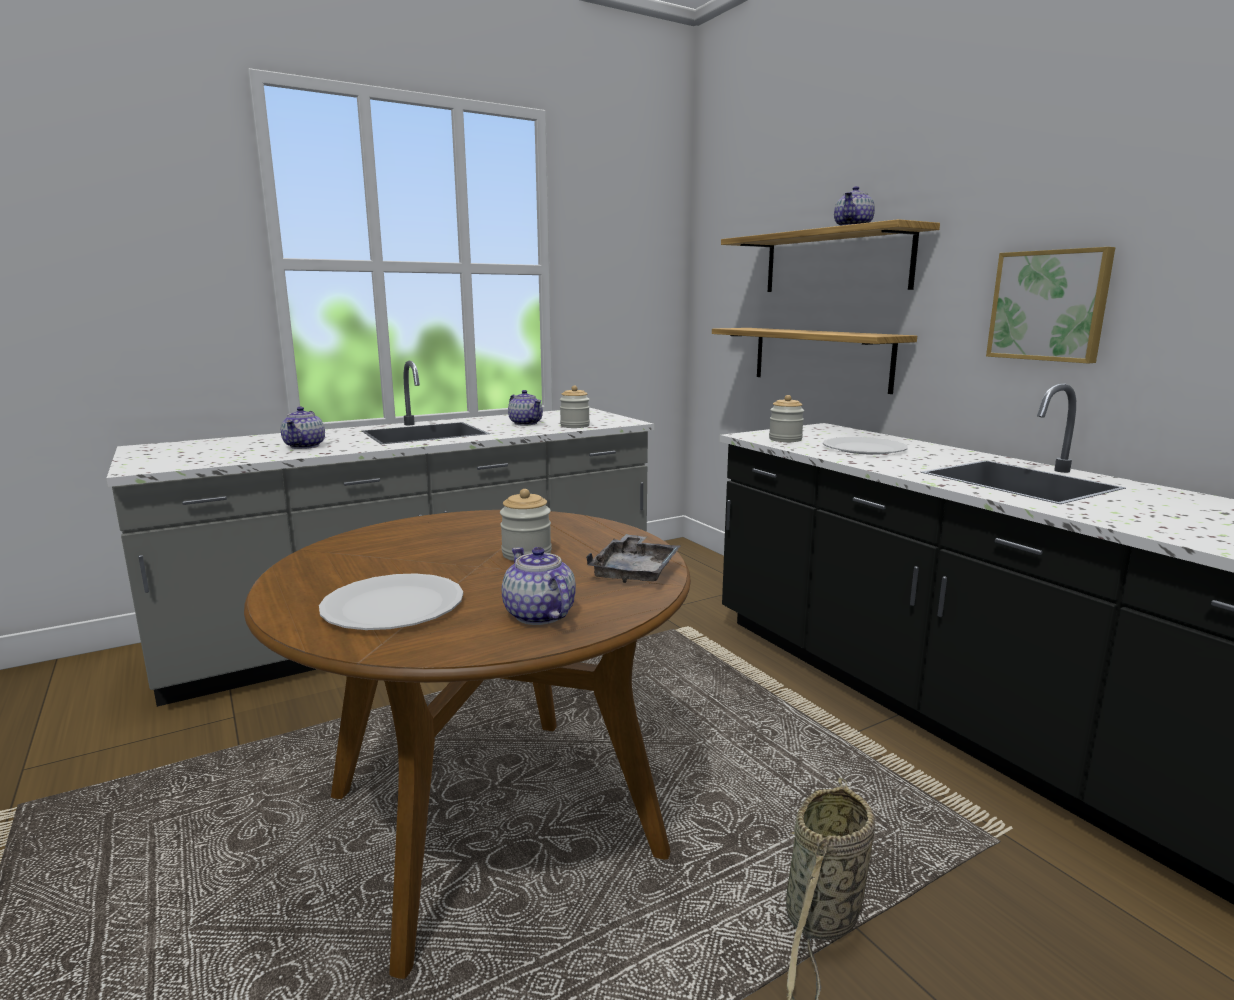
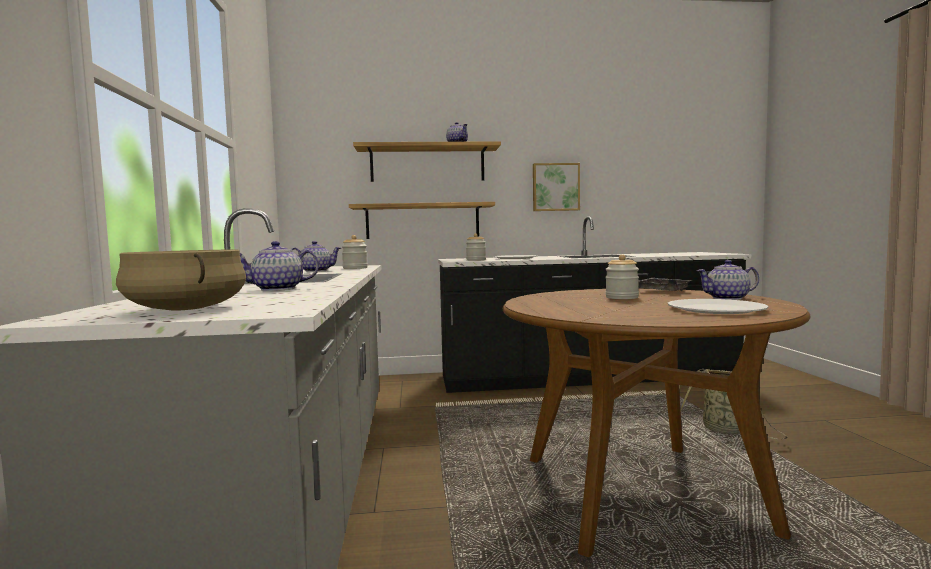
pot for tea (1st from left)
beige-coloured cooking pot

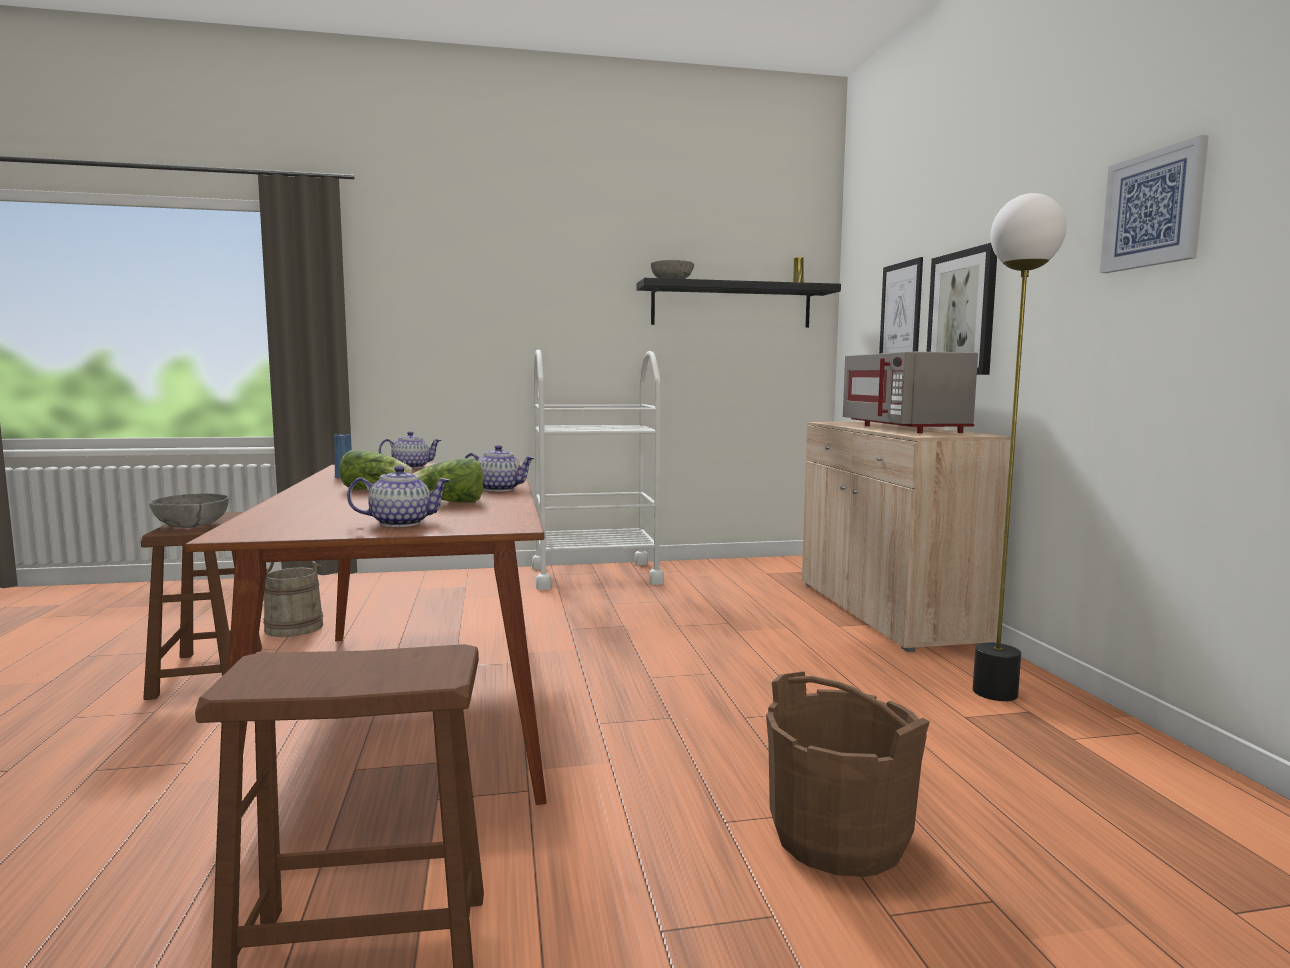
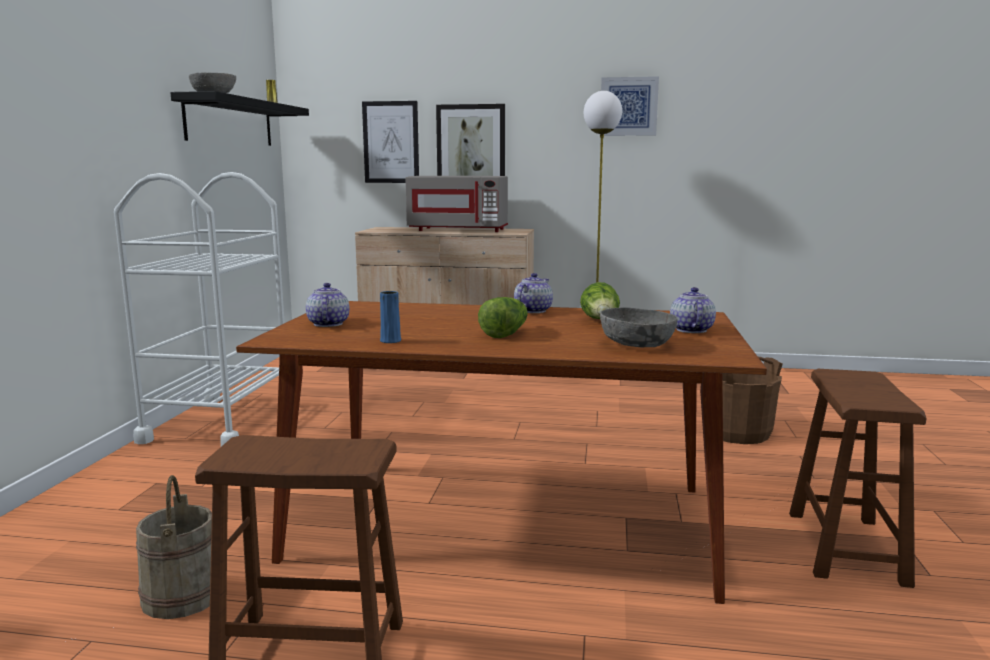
grey bowl (2nd from left)

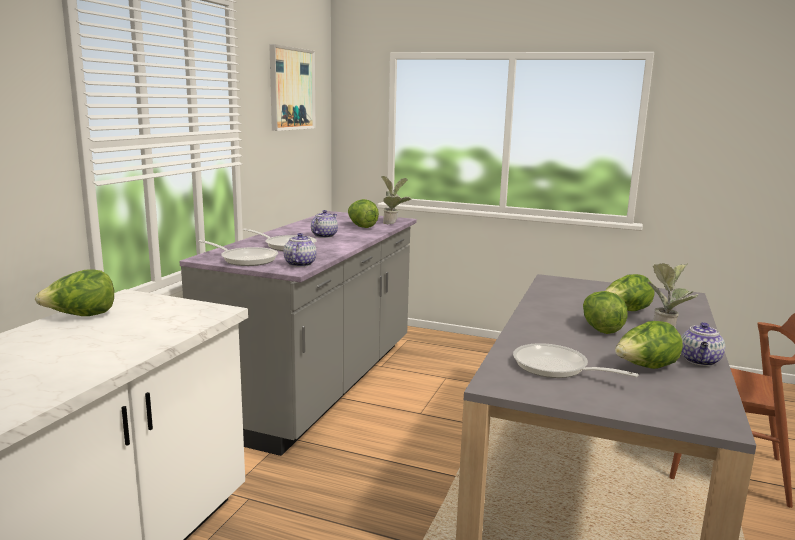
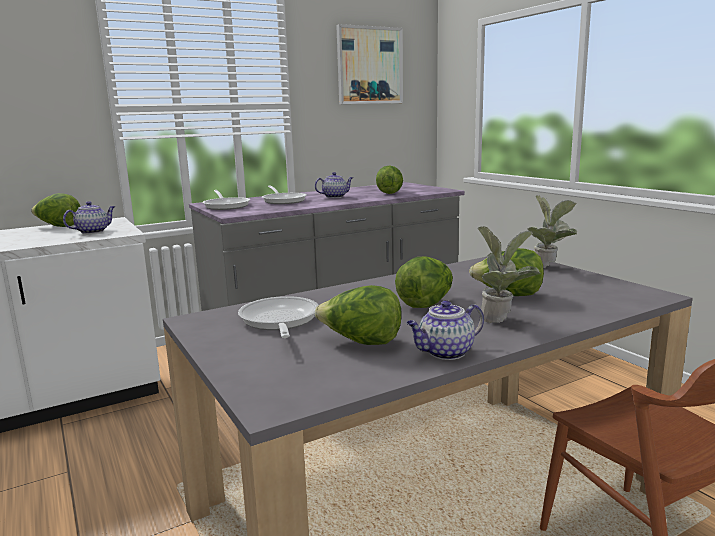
potted plant (2nd from left)
pot for tea (1st from left)

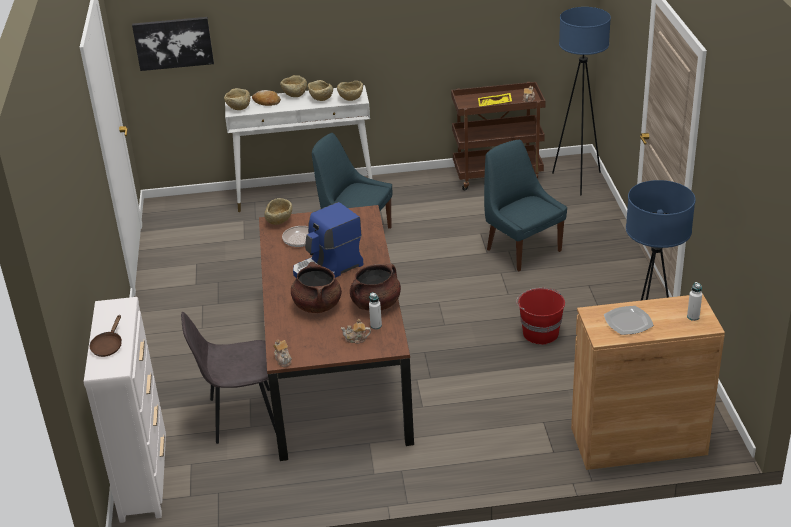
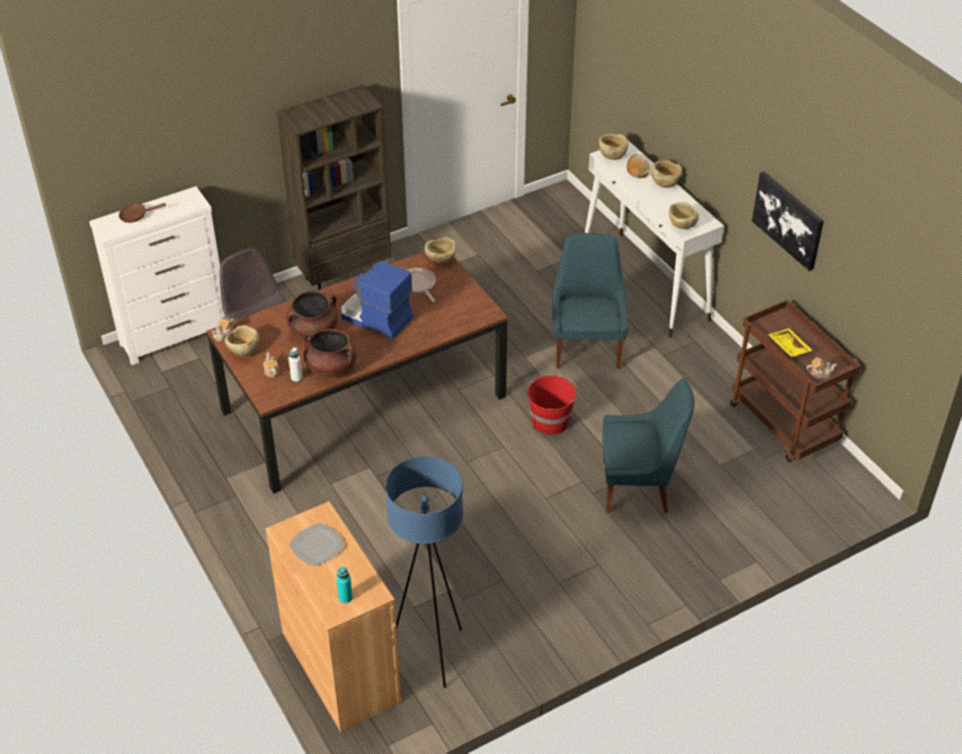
bluish standing lamp (1st from left in the first image)
picture
beige-coloured bowl (1st from left)
bluish chair (2nd from left)
turquoise-coloured beverage bottle
reddish pail
brown-coloured bookshelf

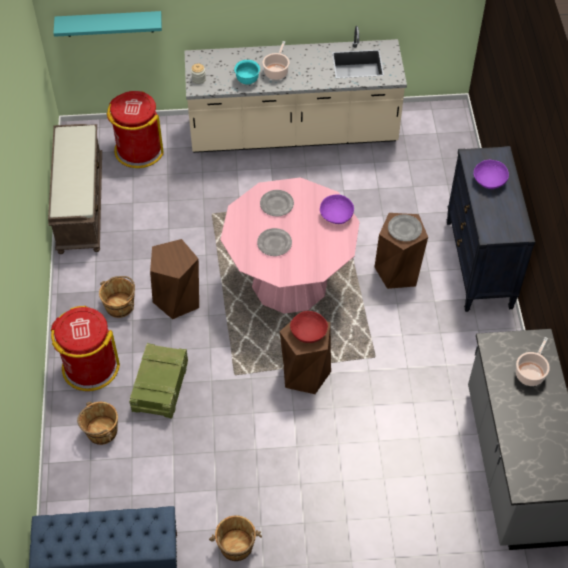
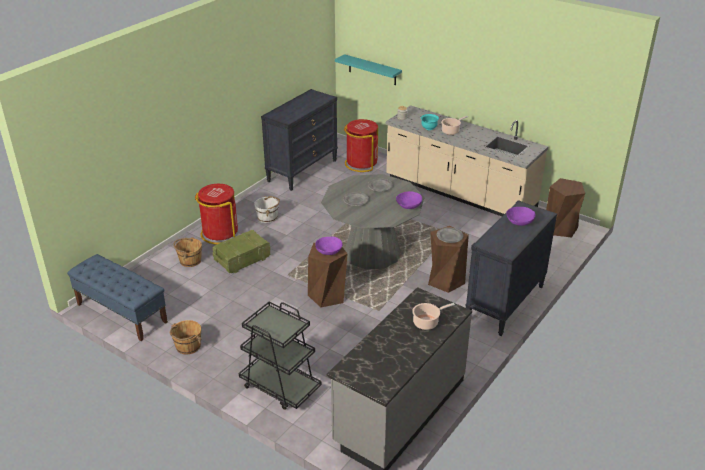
black-coloured drawer chest (1st from left)
grey dinner table
brown-coloured stool seat (3rd from left)
white-coloured pail
purple bowl (1st from left)
black-coloured cart

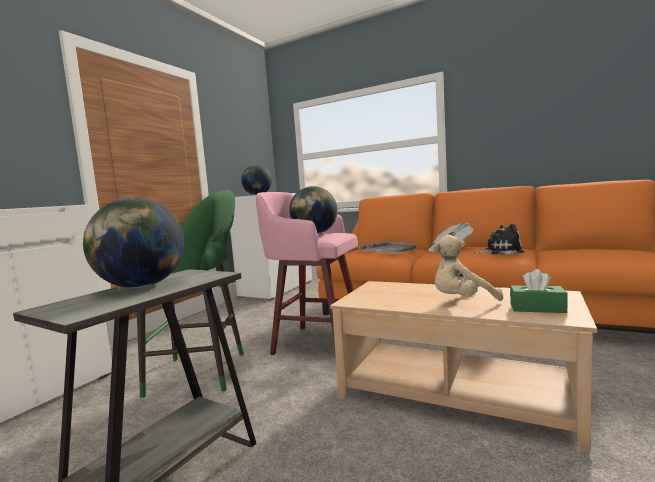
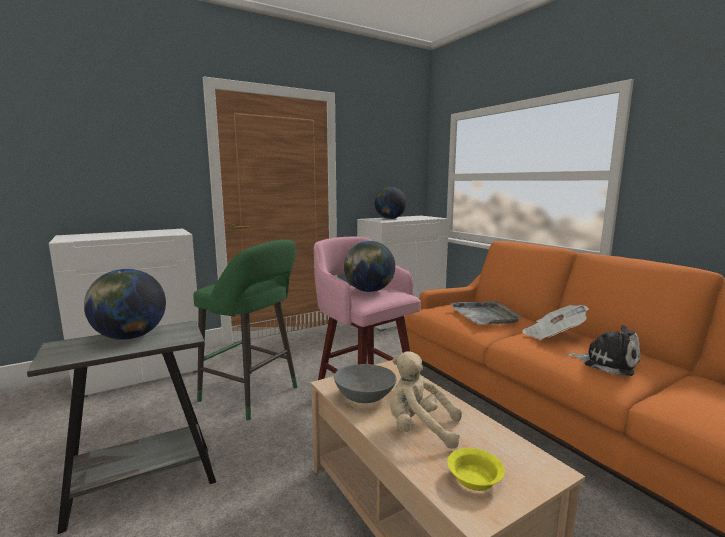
yellow bowl
grey bowl

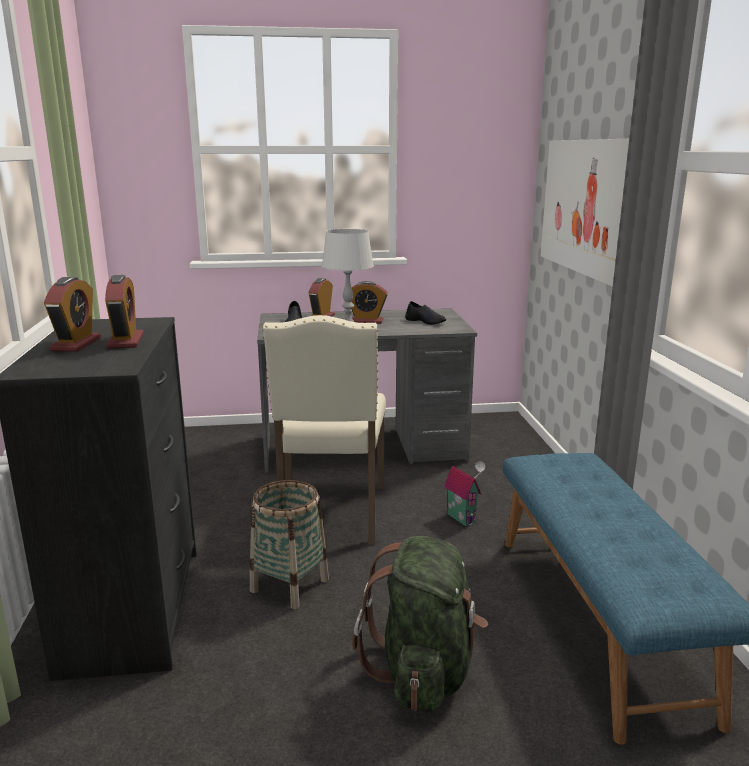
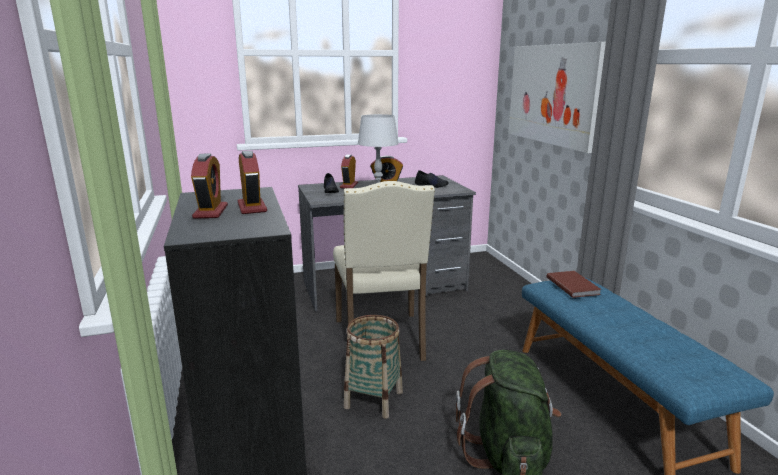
miniature house
brown-coloured bound book

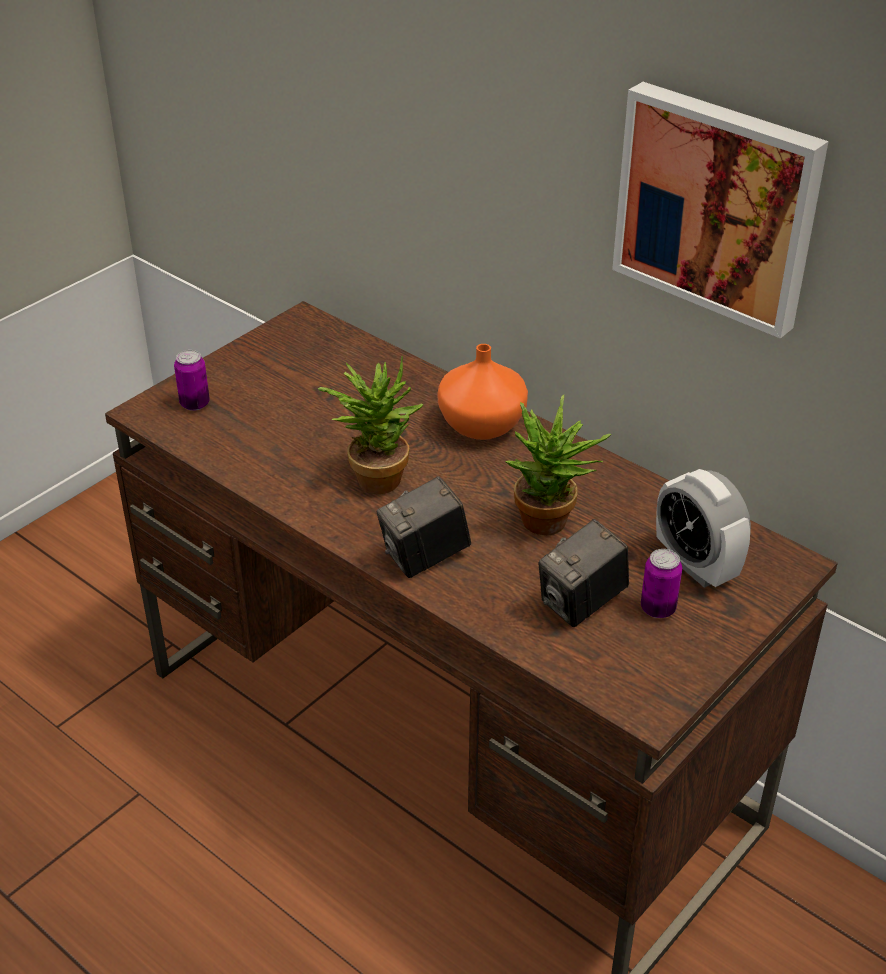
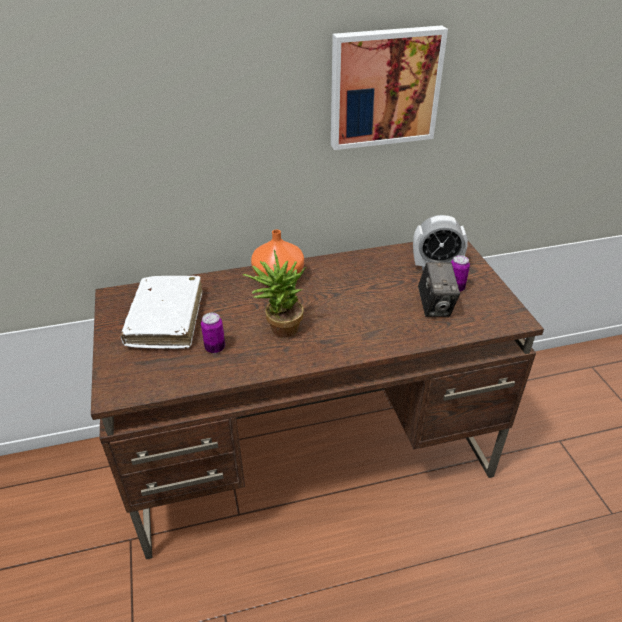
metal can (1st from left)
potted plant (2nd from left in the first image)
photo camera (1st from left in the first image)
white-coloured bound book

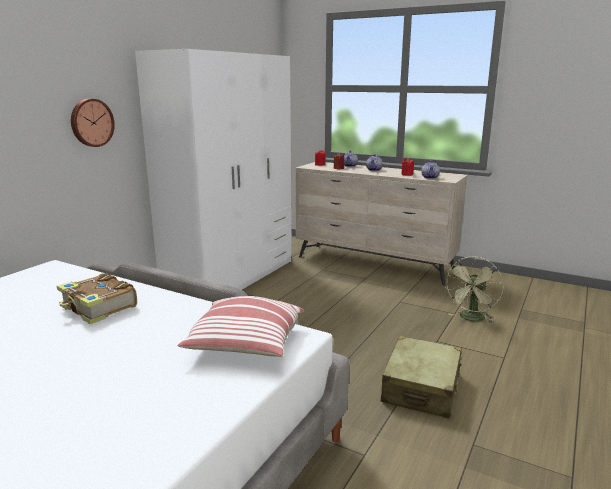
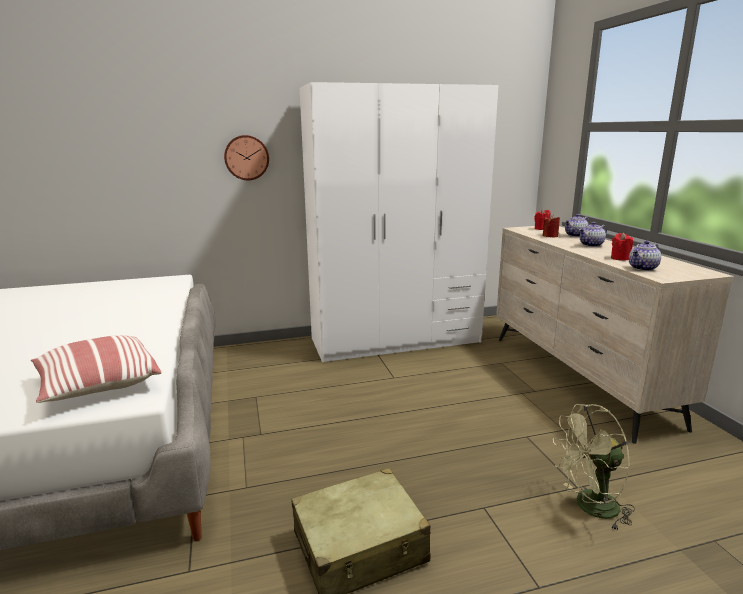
bound book

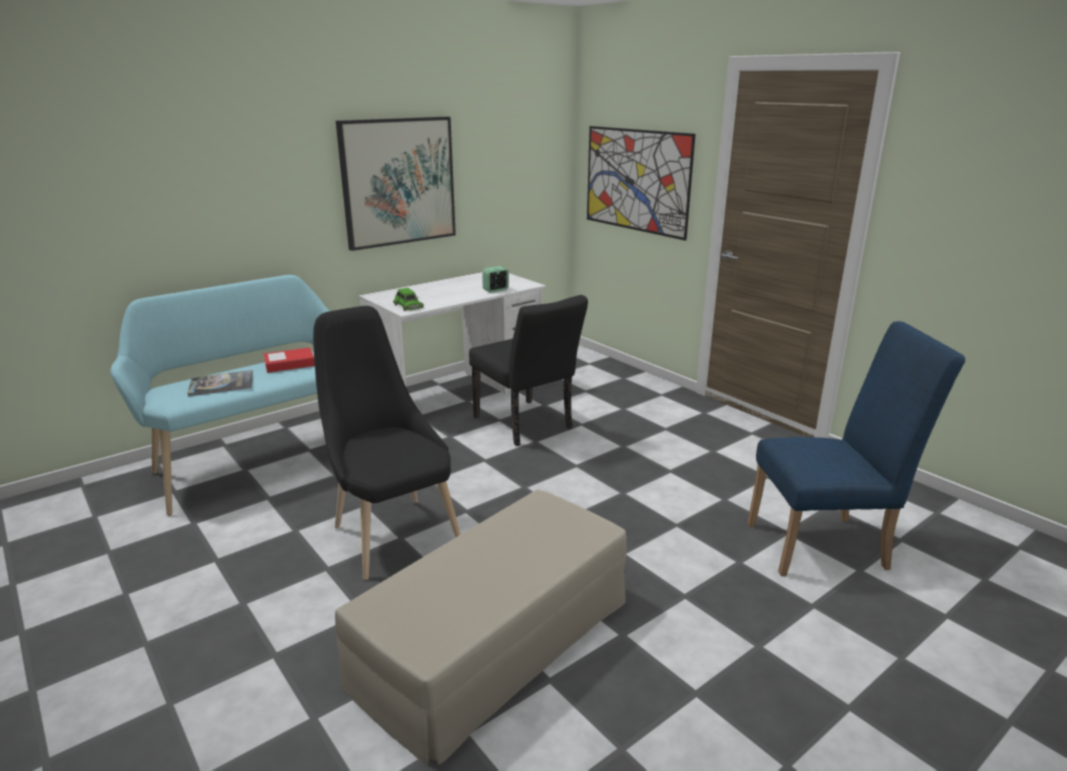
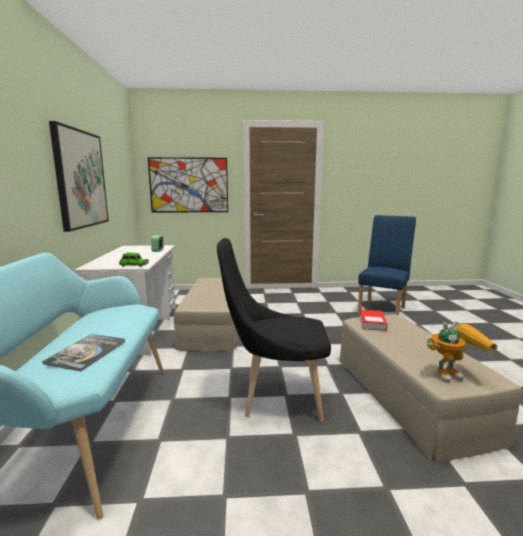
beige-coloured pouffe (1st from left)
bound book (2nd from left)
robot figure

